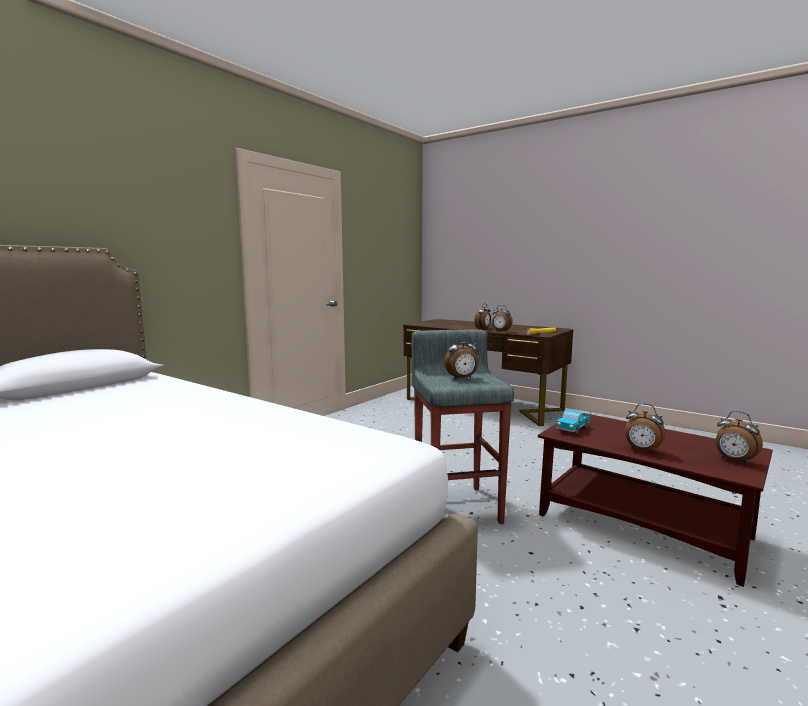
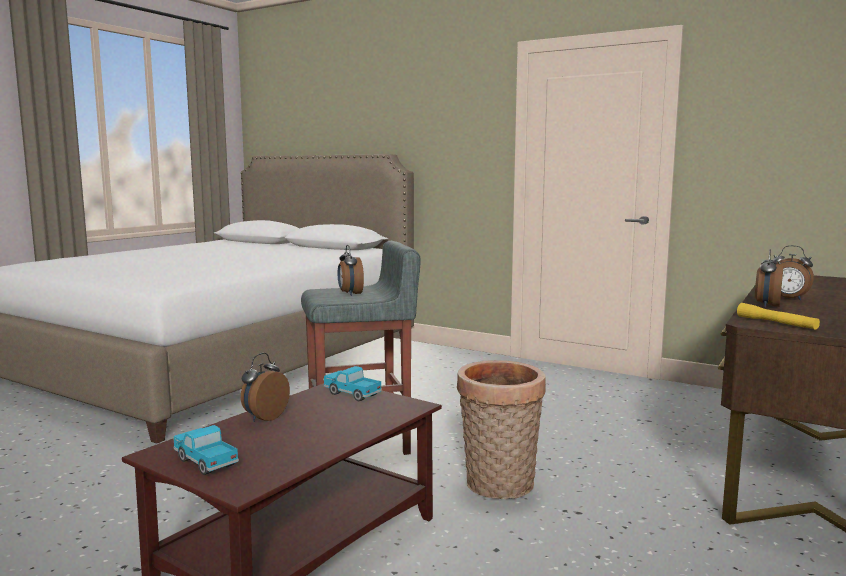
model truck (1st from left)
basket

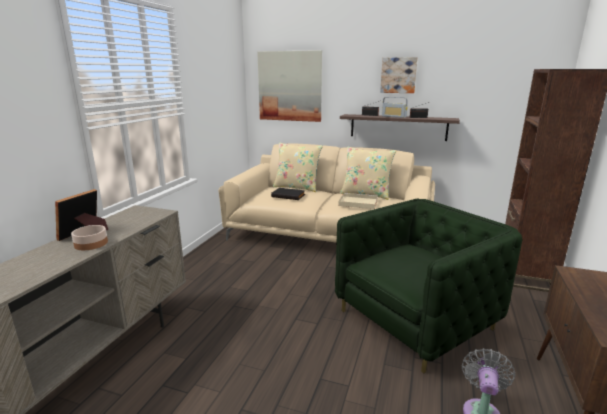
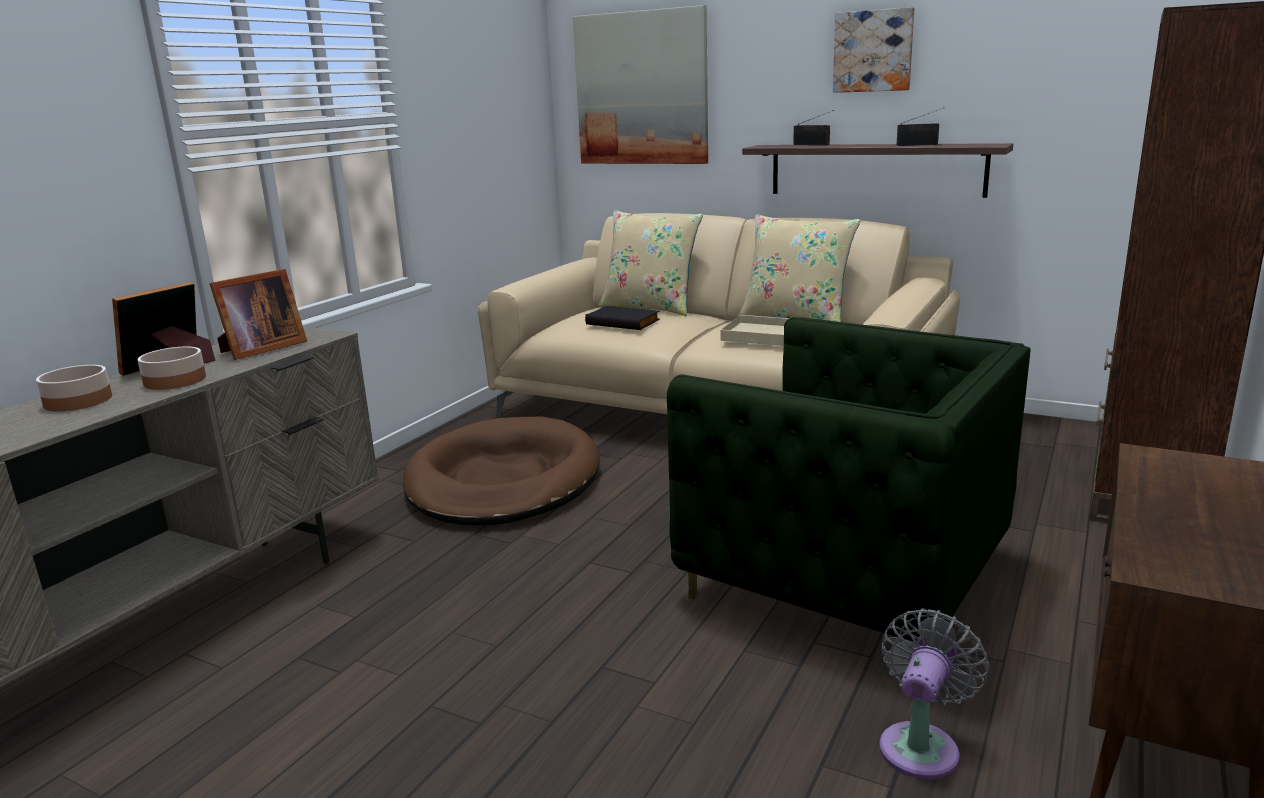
radio (2nd from left in the first image)
green-coloured easy chair
picture frame (2nd from left)
bowl (1st from left)
brown-coloured dog cushion

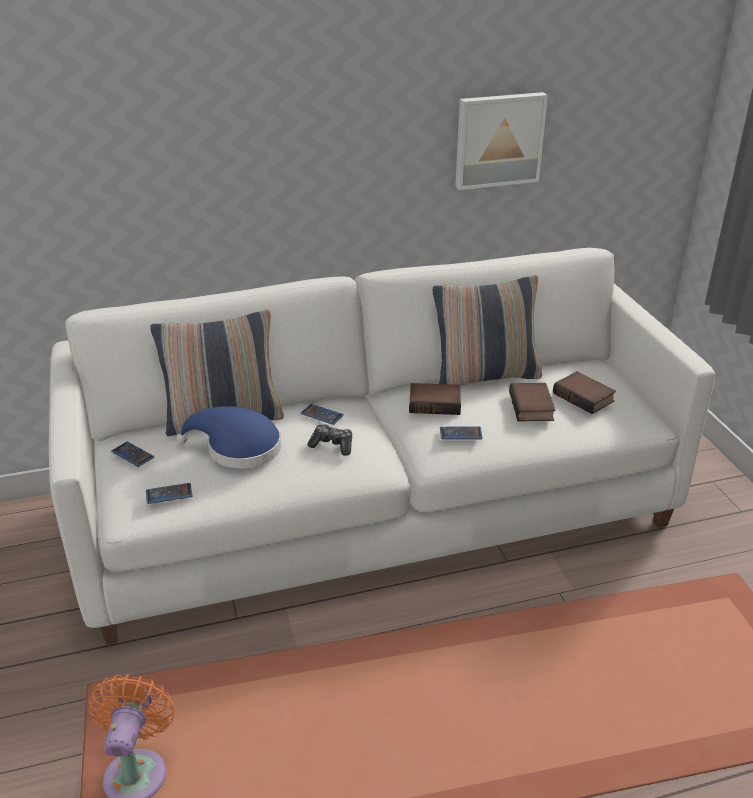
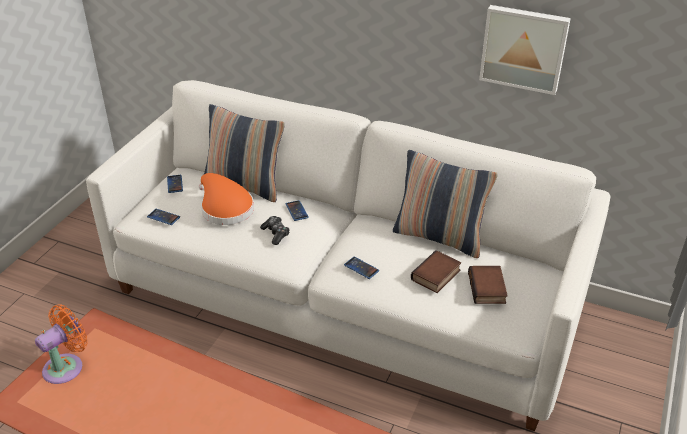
bound book (1st from left in the first image)
orangey clothing hat

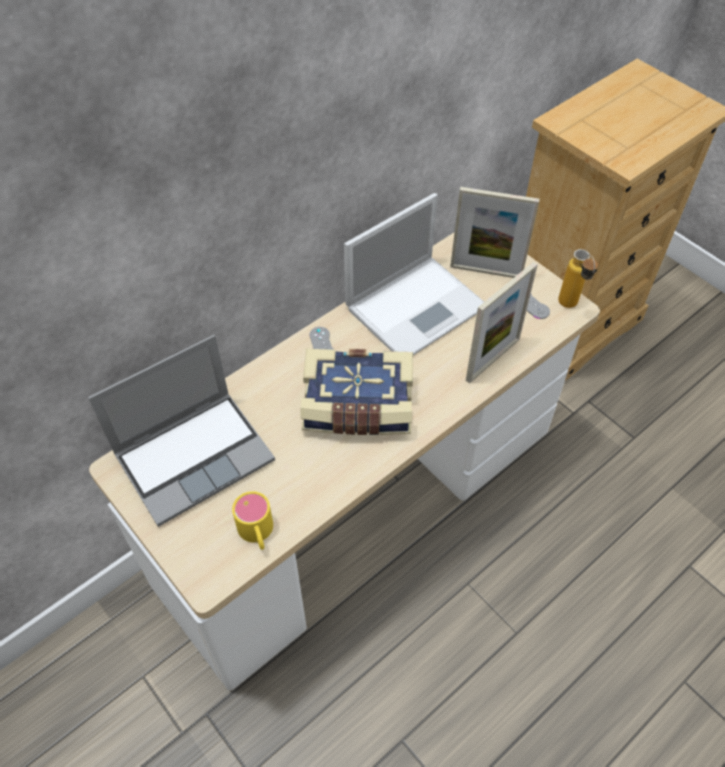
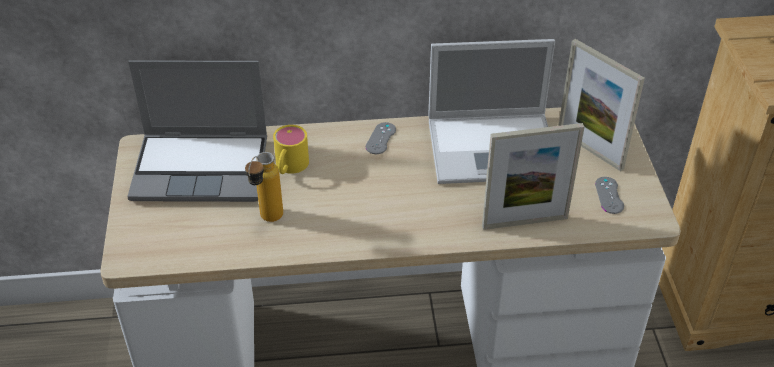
beverage bottle
bound book
yellow mug

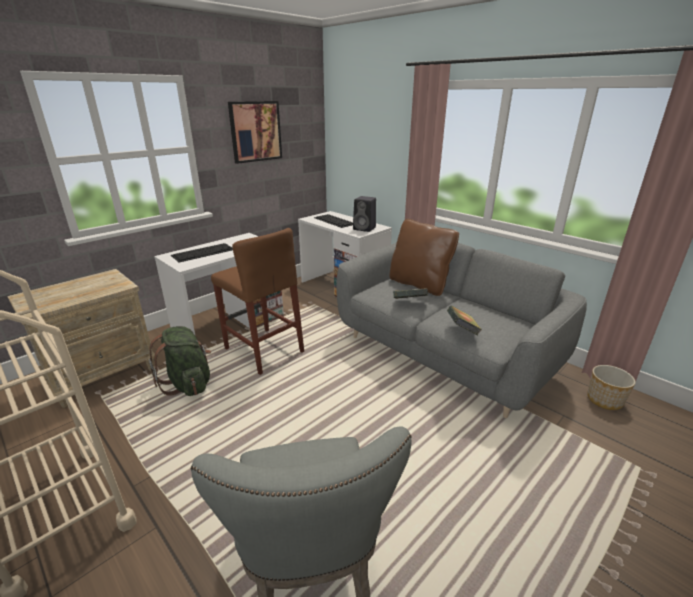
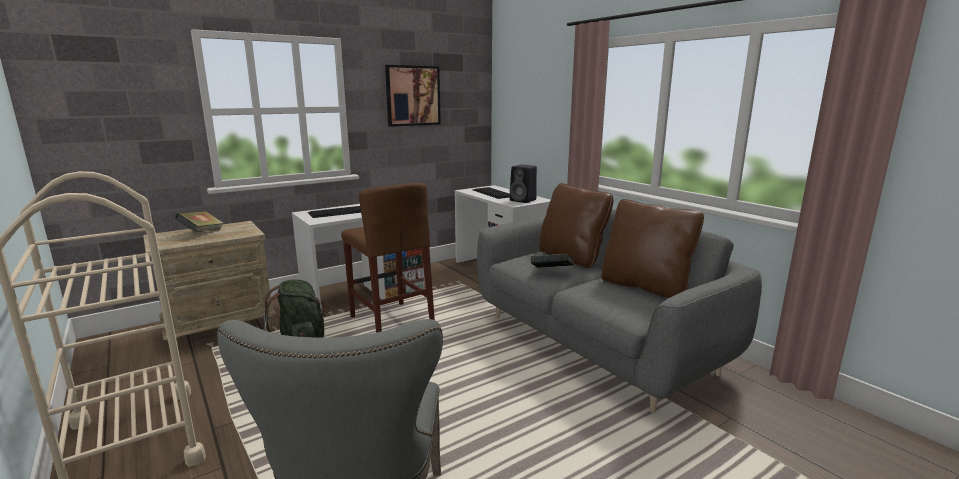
bound book (1st from left)
plant pot
brown-coloured throw pillow (2nd from left)

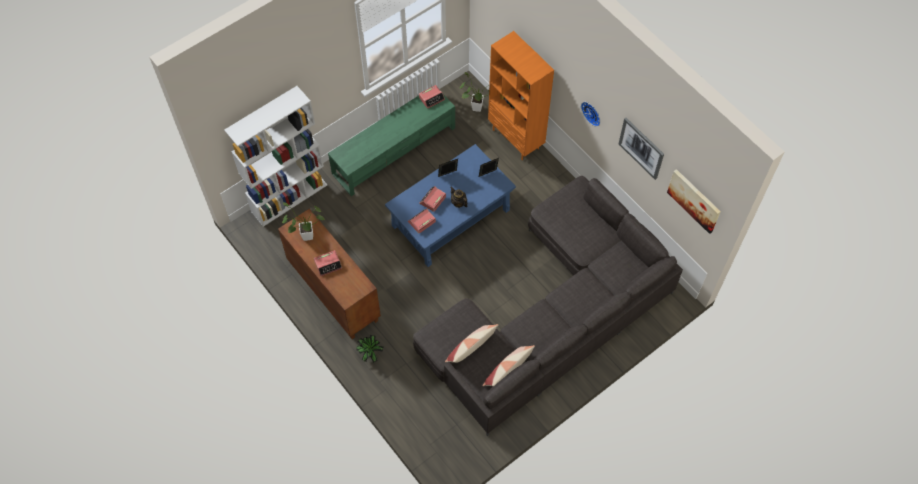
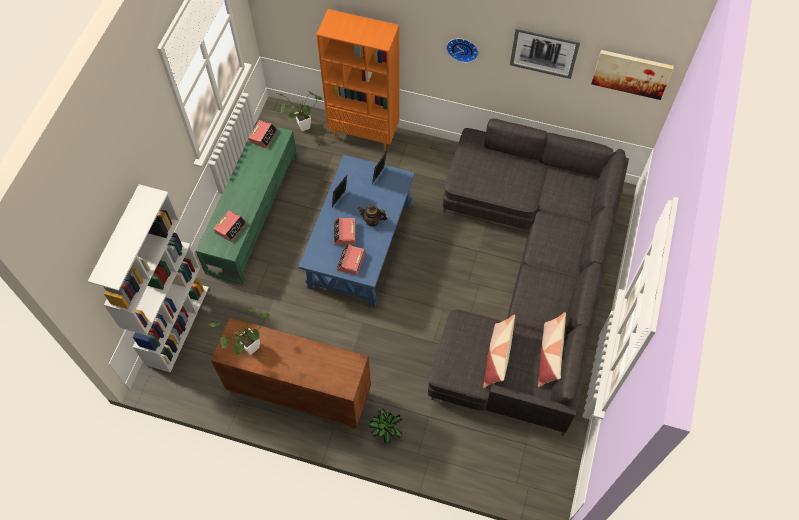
table clock (1st from left)

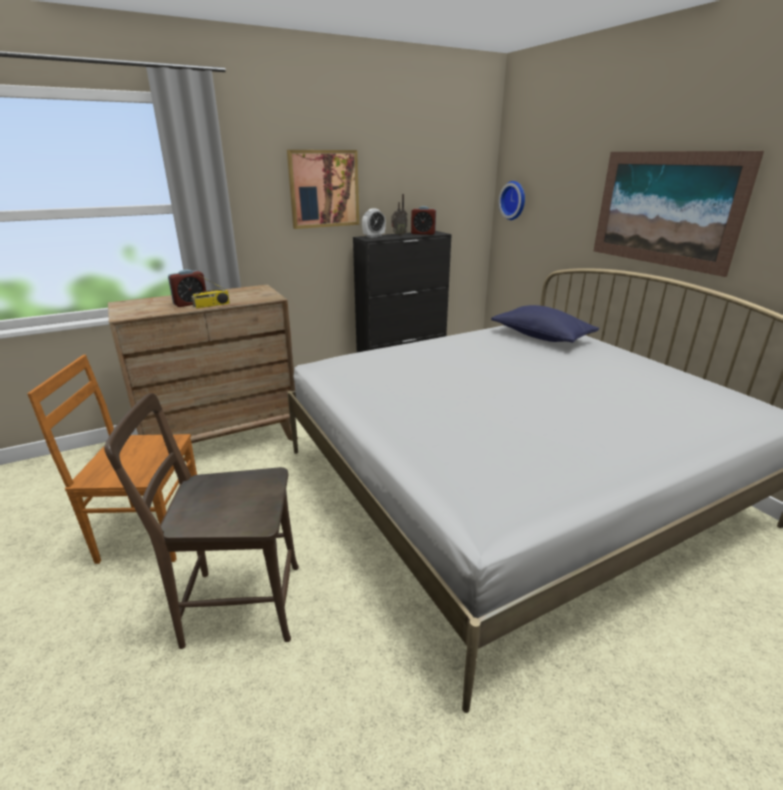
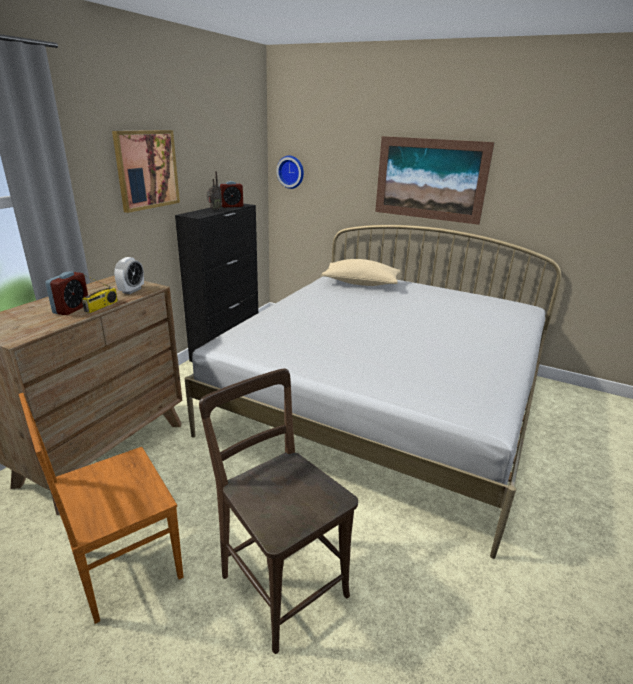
table clock (2nd from left)
beige-coloured throw pillow
brown-coloured chair (2nd from left)

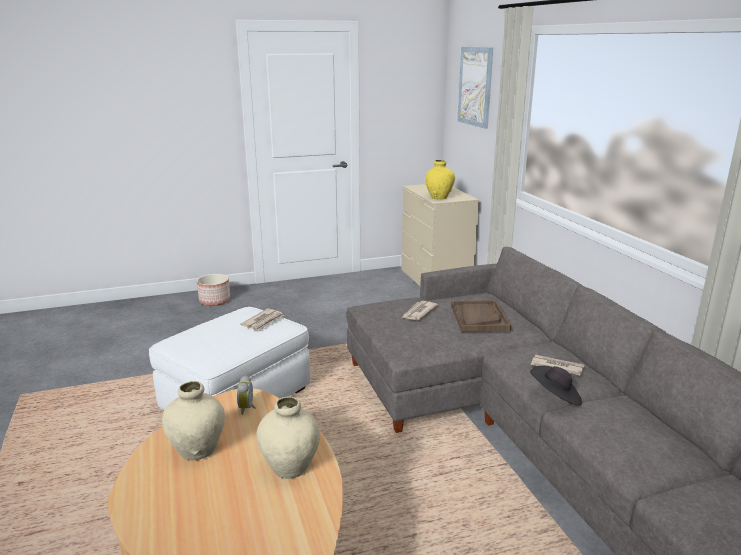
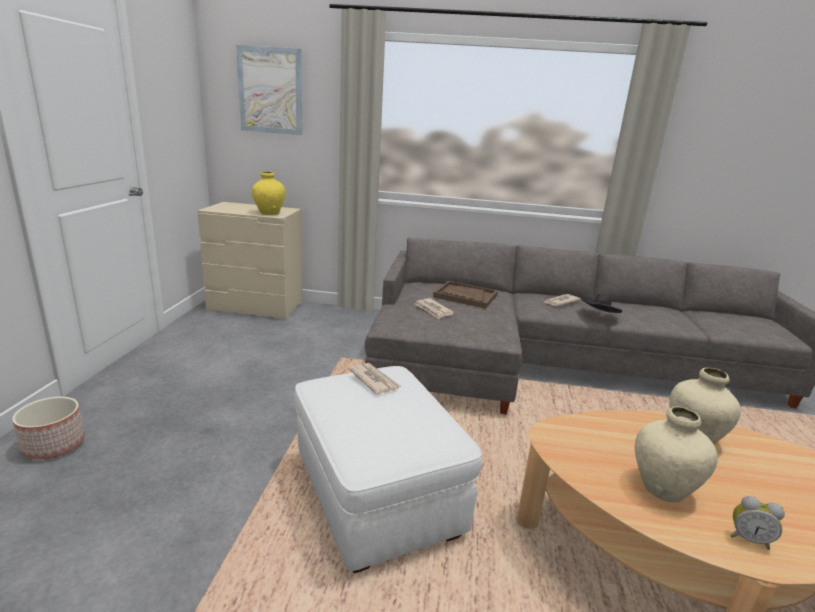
table clock

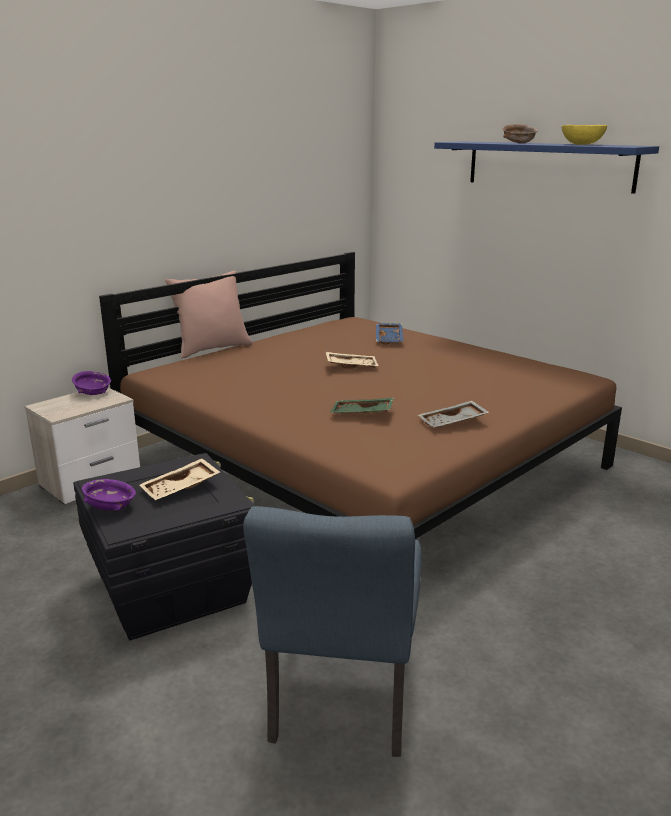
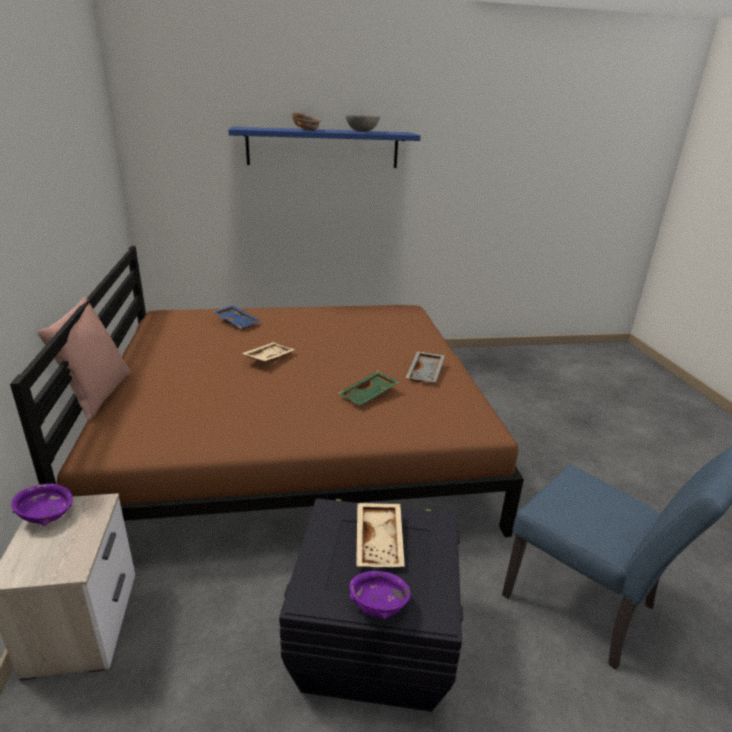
grey bowl

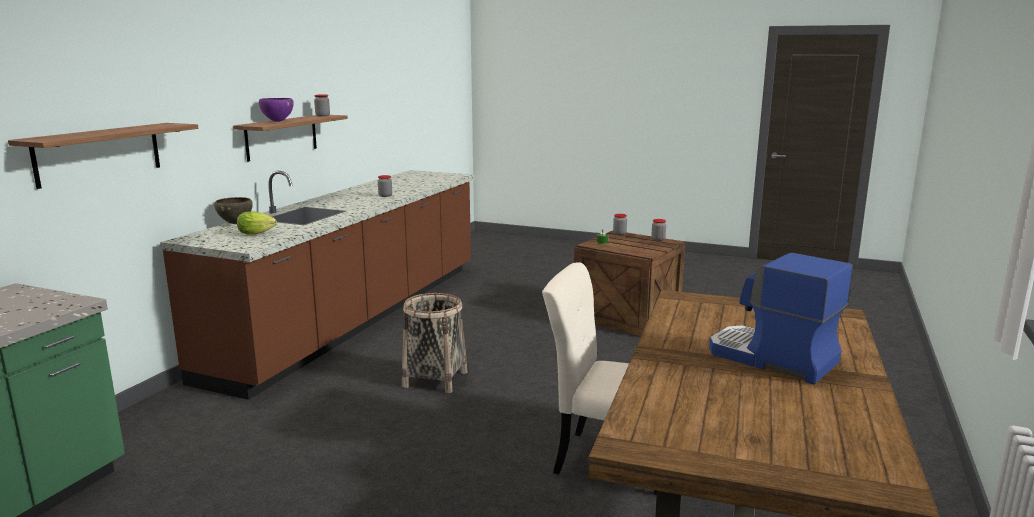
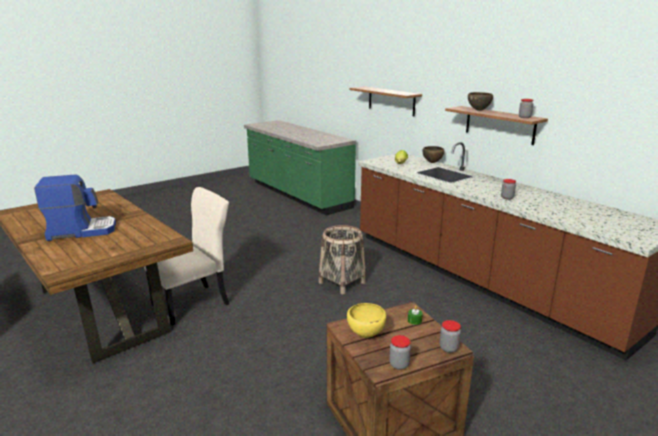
brown-coloured bowl (2nd from left)
yellow bowl

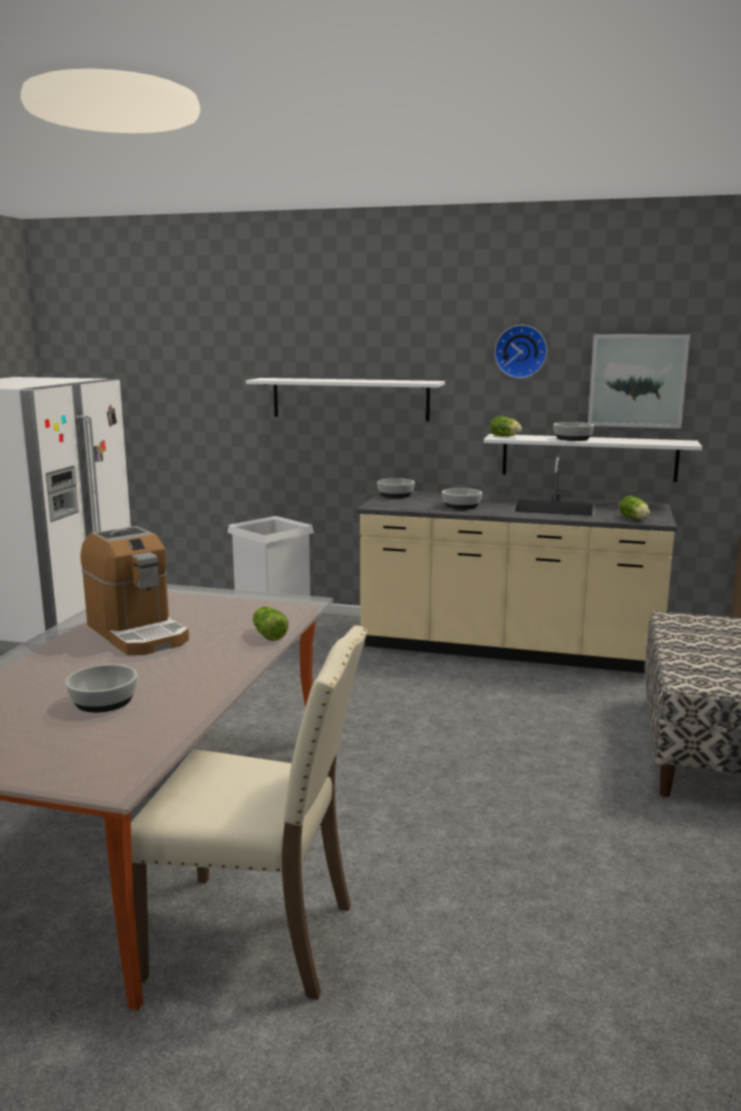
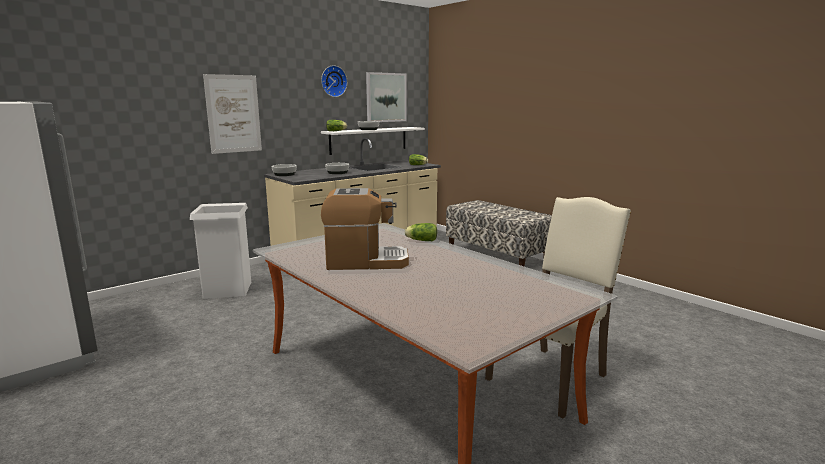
picture (1st from left)
bowl (1st from left in the first image)

